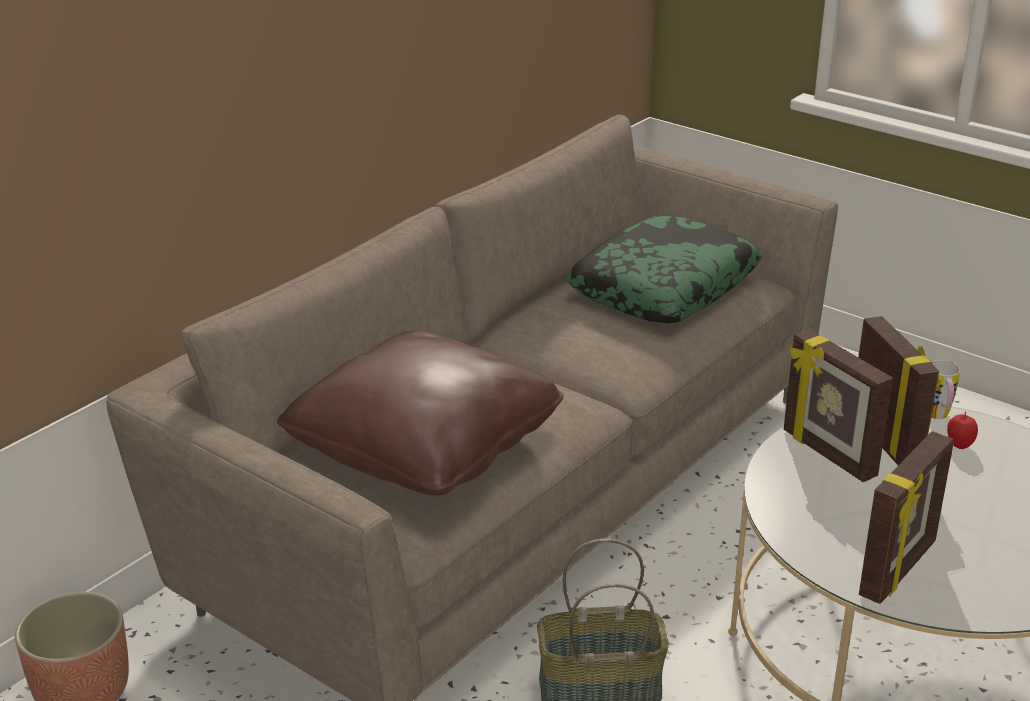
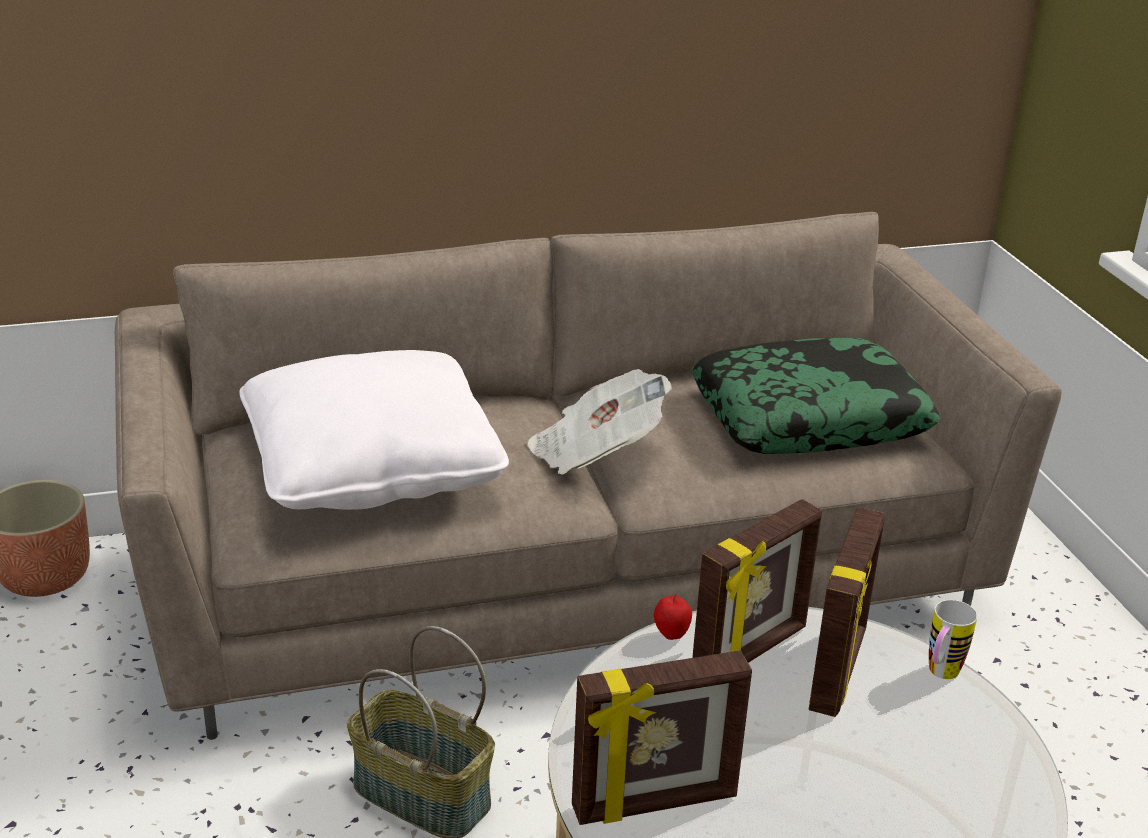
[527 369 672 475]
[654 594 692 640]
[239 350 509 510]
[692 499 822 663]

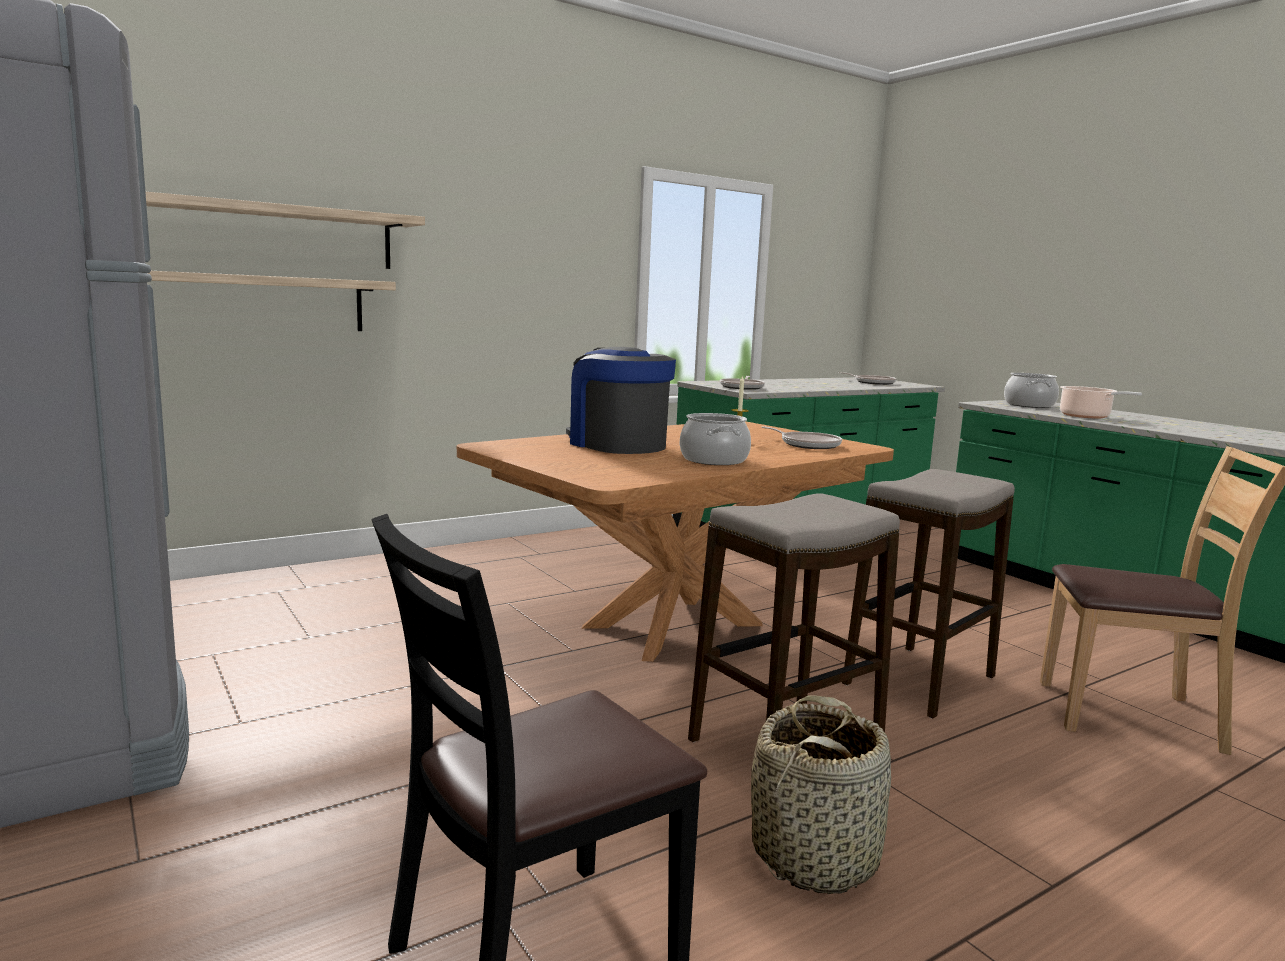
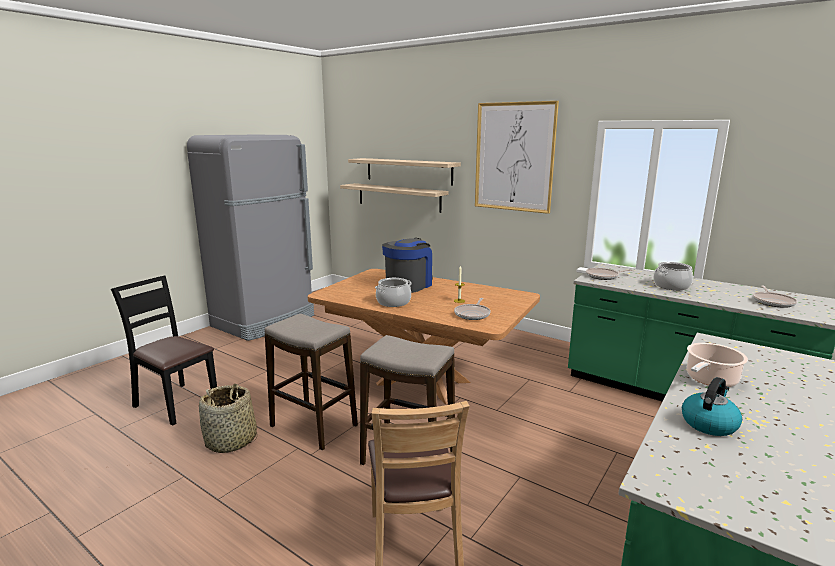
[475 101 559 214]
[682 377 742 436]
[653 262 693 290]

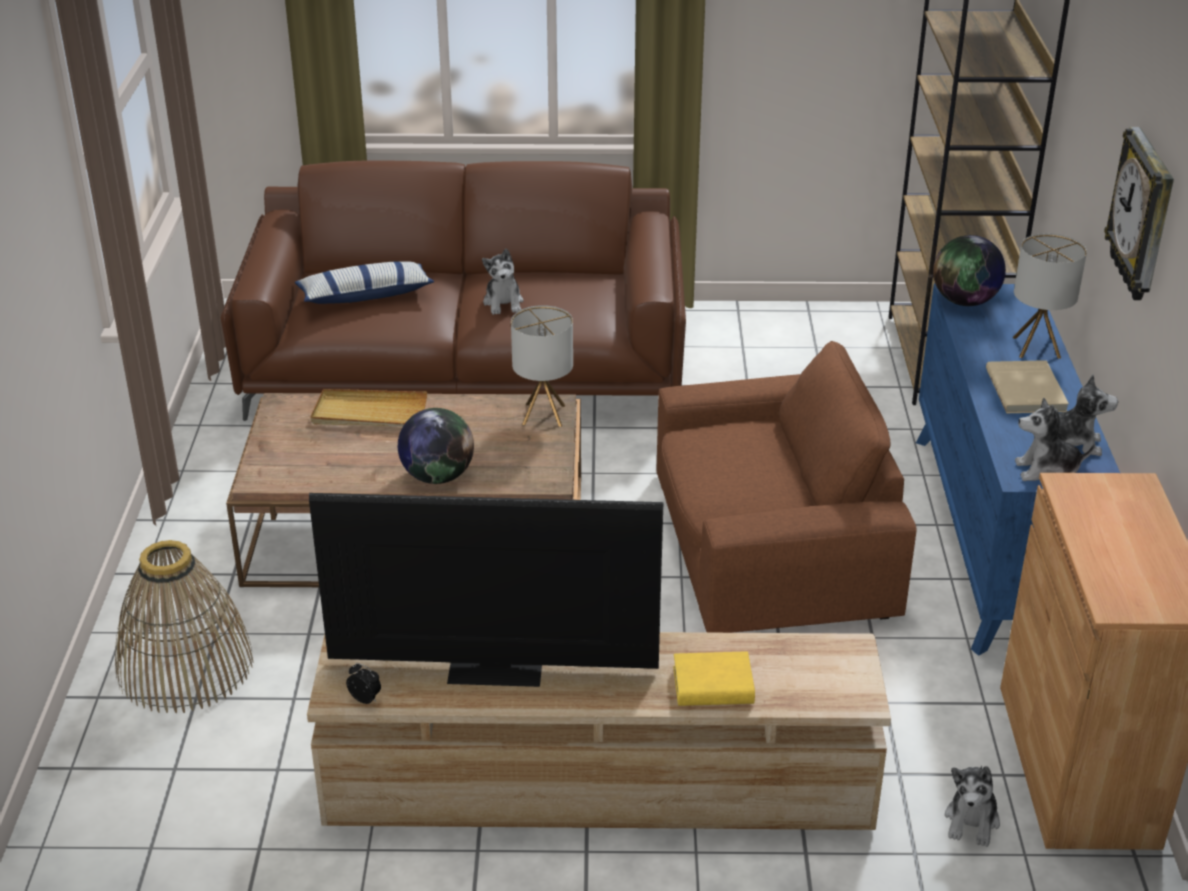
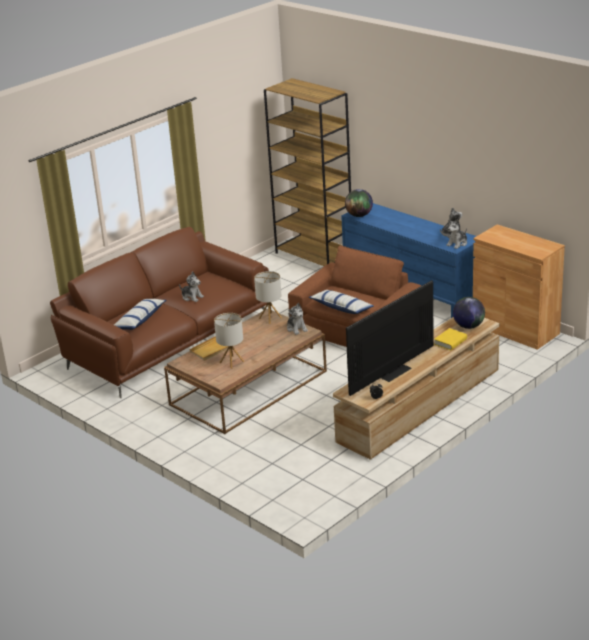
[115 540 254 713] (first image)
[986 360 1069 413] (first image)
[1104 127 1174 300] (first image)
[309 290 374 314]
[453 297 485 329]
[287 303 308 335]
[214 313 245 369]

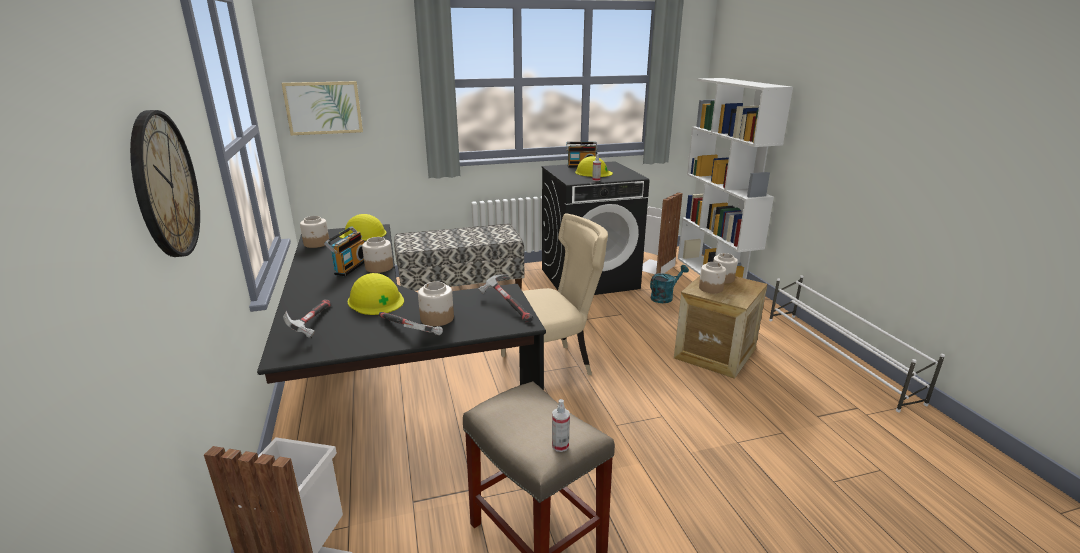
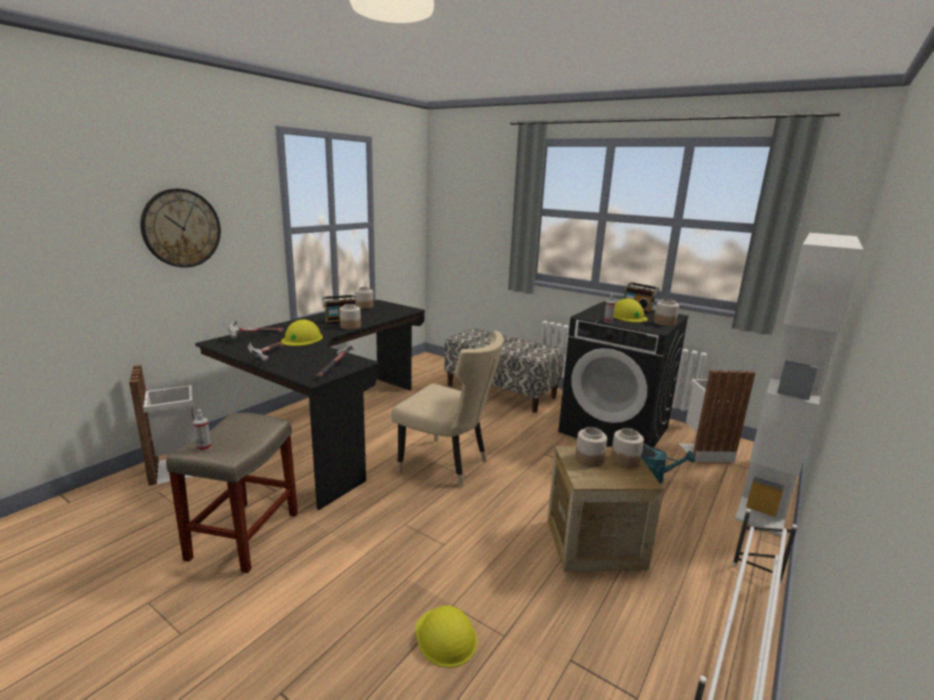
[281 81 363 135] (first image)
[415 605 477 668]
[654 299 679 326]

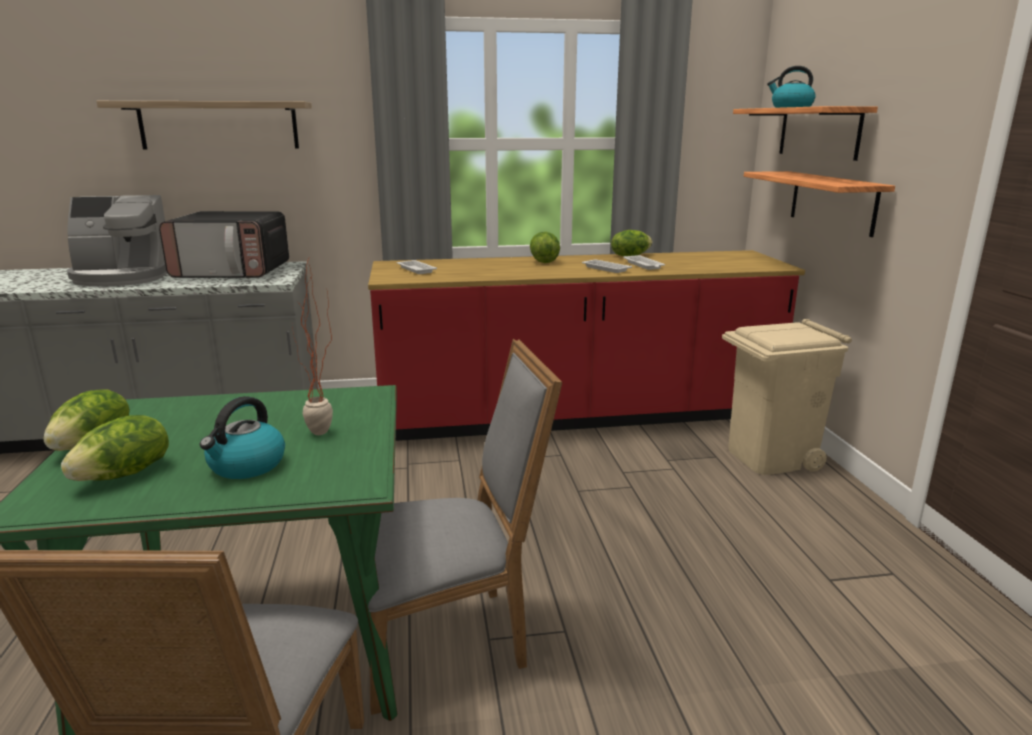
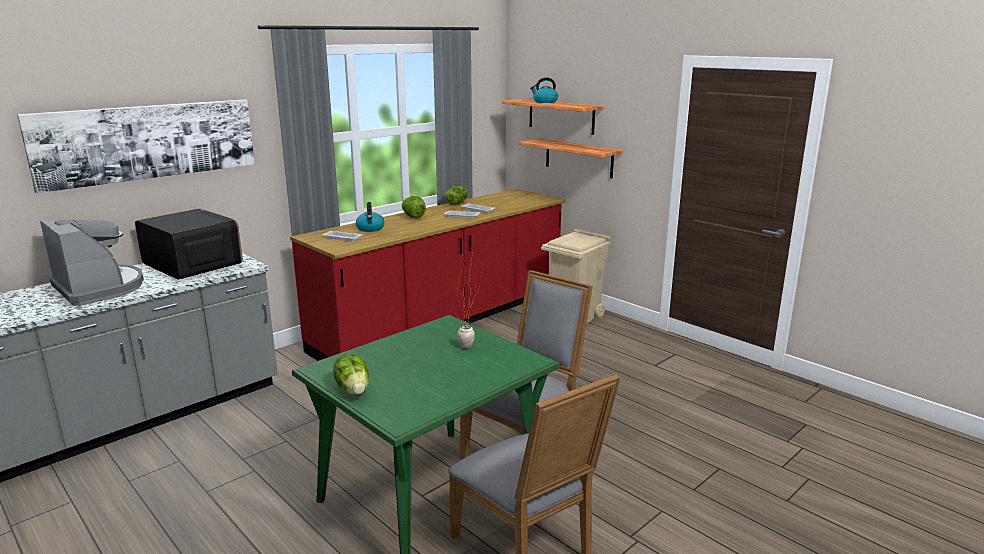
[61 415 169 481] (first image)
[356 202 385 232]
[17 100 255 193]
[40 220 144 306]
[135 208 243 280]

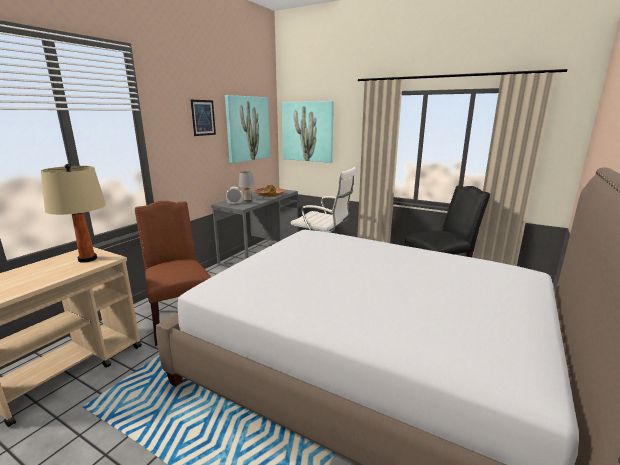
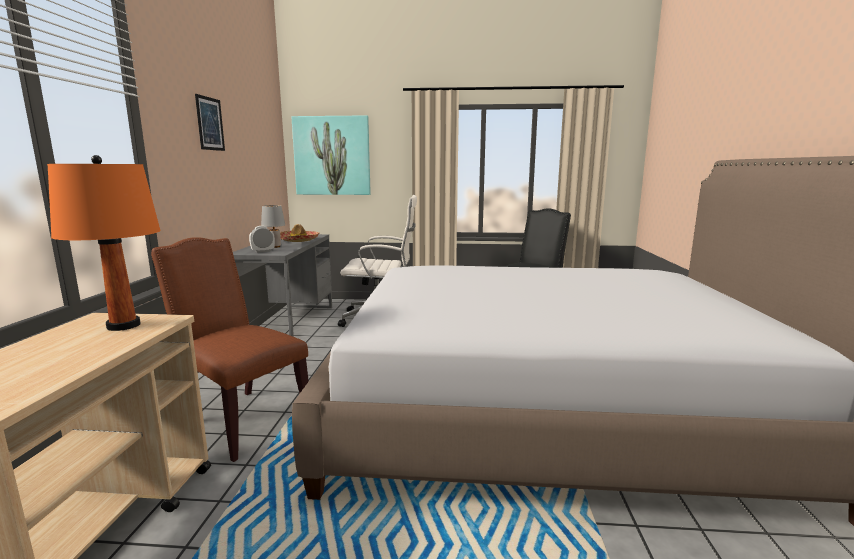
[225 95 270 164] (first image)
[48 155 161 331]

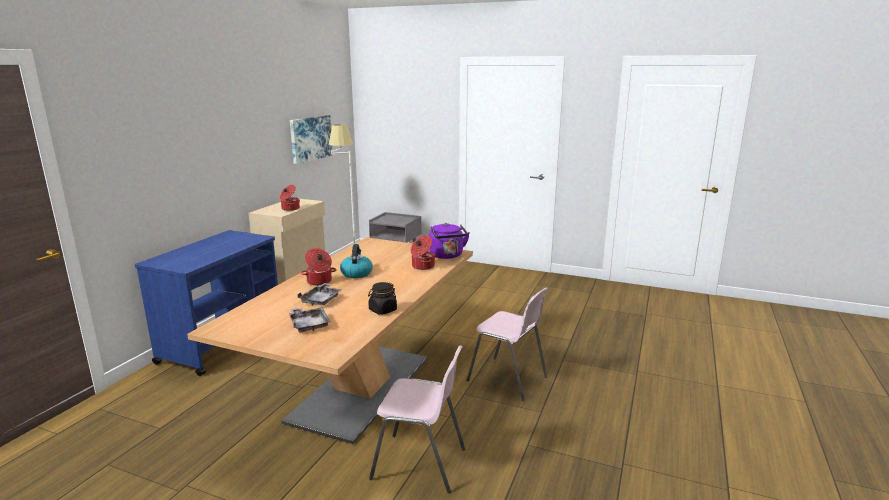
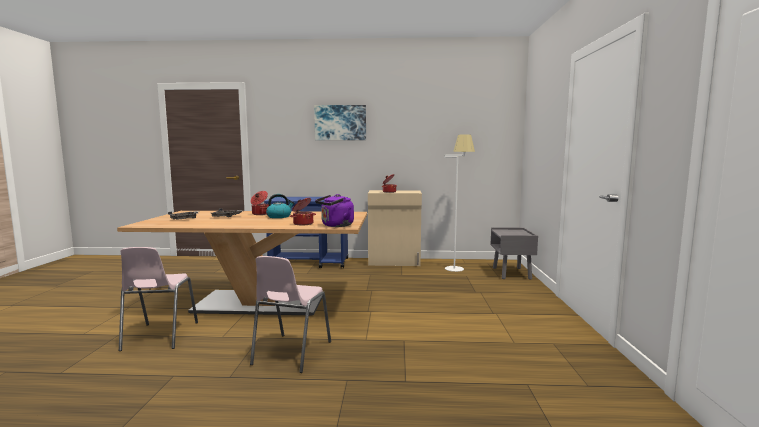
[368 282 397 315] (first image)
[314 105 366 140]

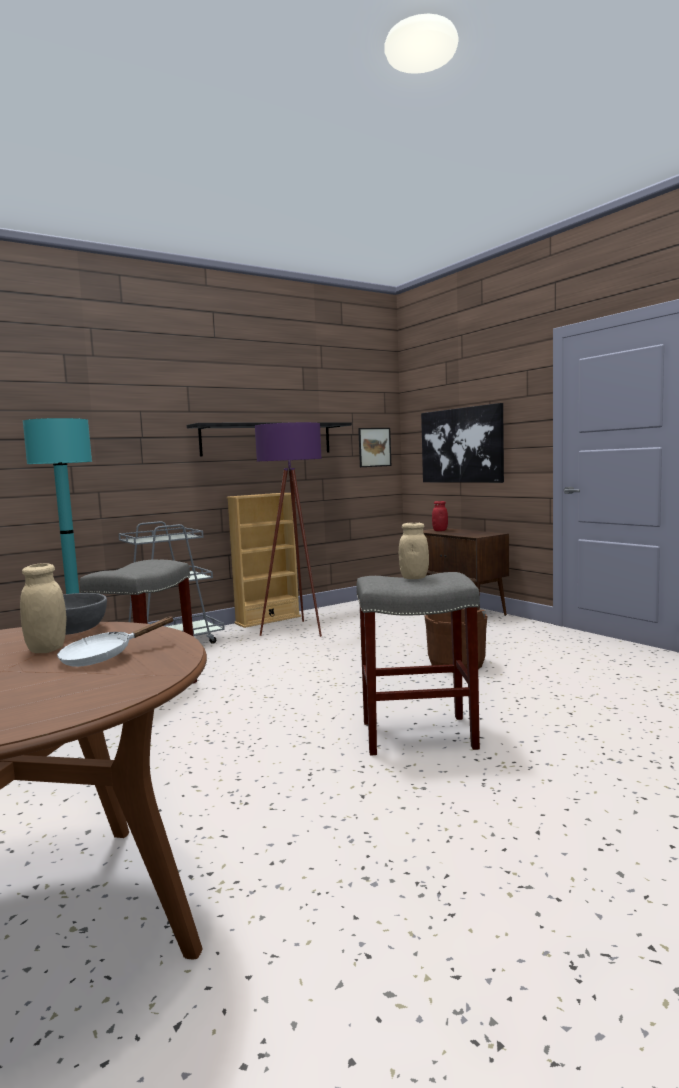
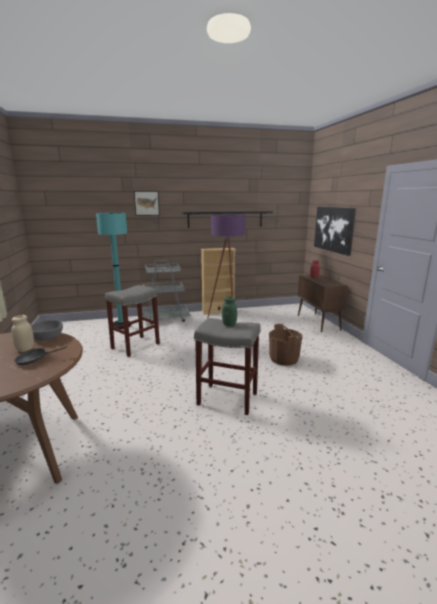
[134 191 160 216]
[14 345 67 365]
[222 297 237 326]

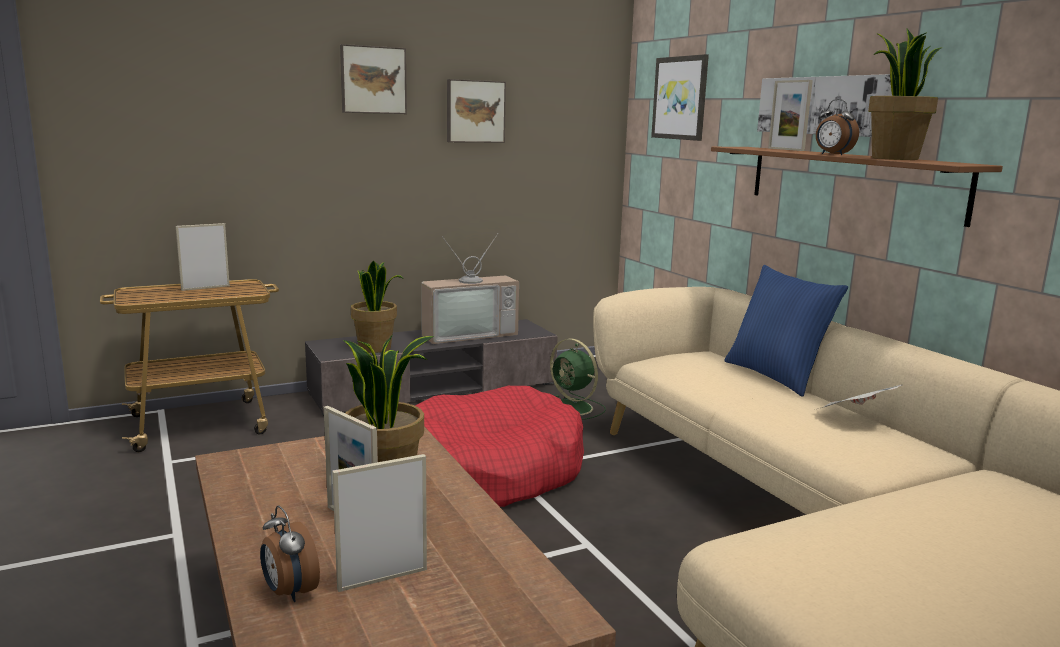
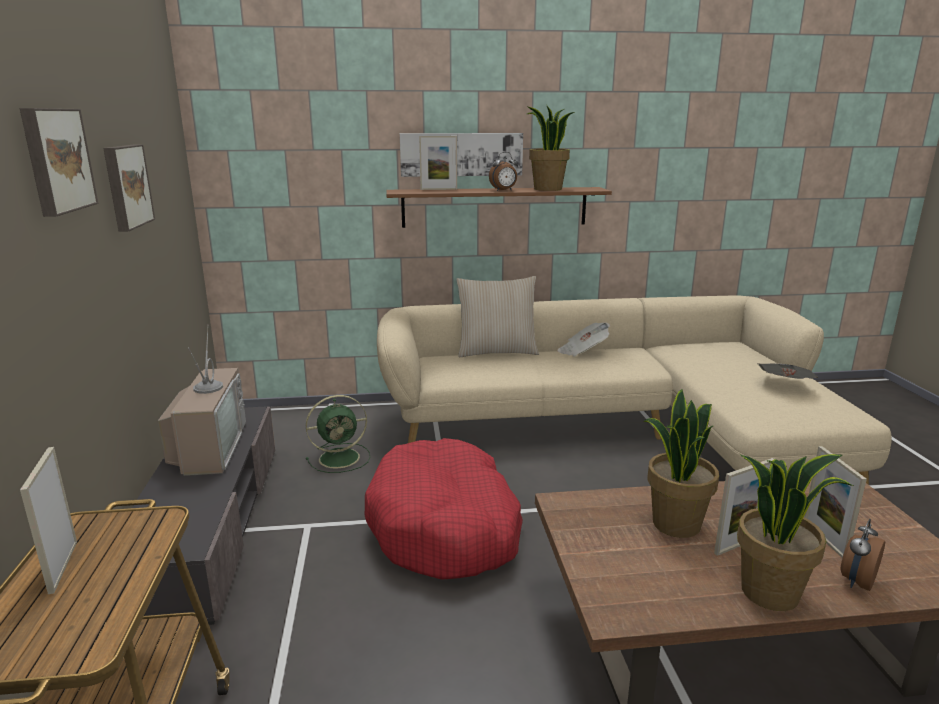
[651 54 709 141] (first image)
[758 364 818 379]
[737 454 854 611]
[456 276 539 357]
[840 519 885 591]

